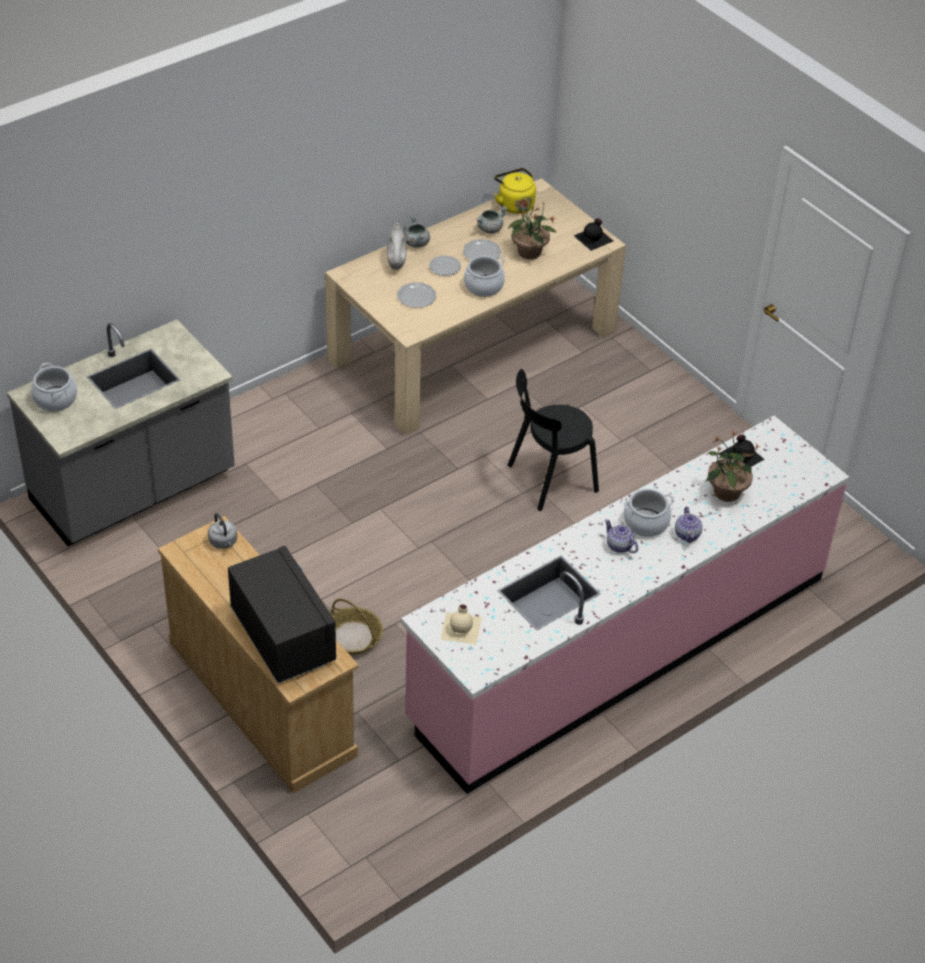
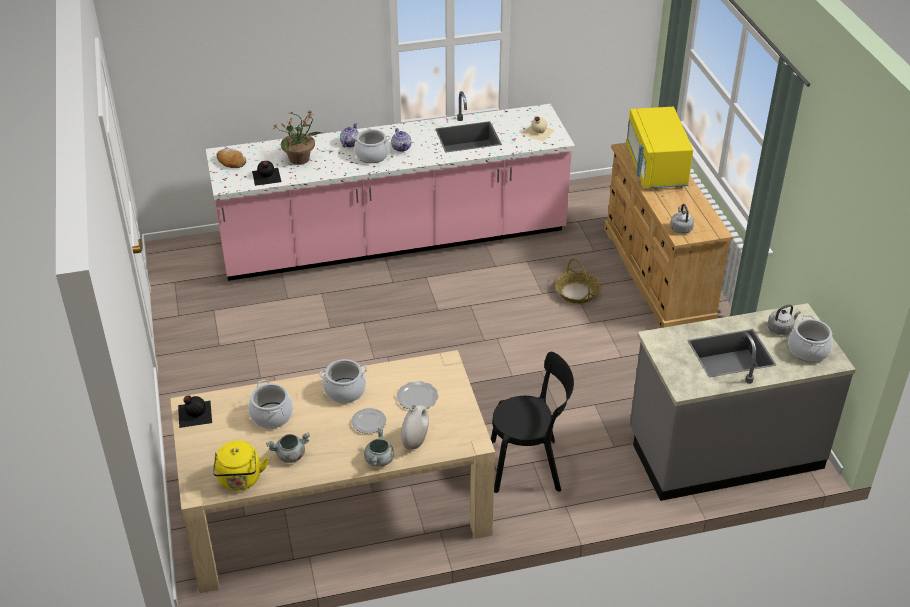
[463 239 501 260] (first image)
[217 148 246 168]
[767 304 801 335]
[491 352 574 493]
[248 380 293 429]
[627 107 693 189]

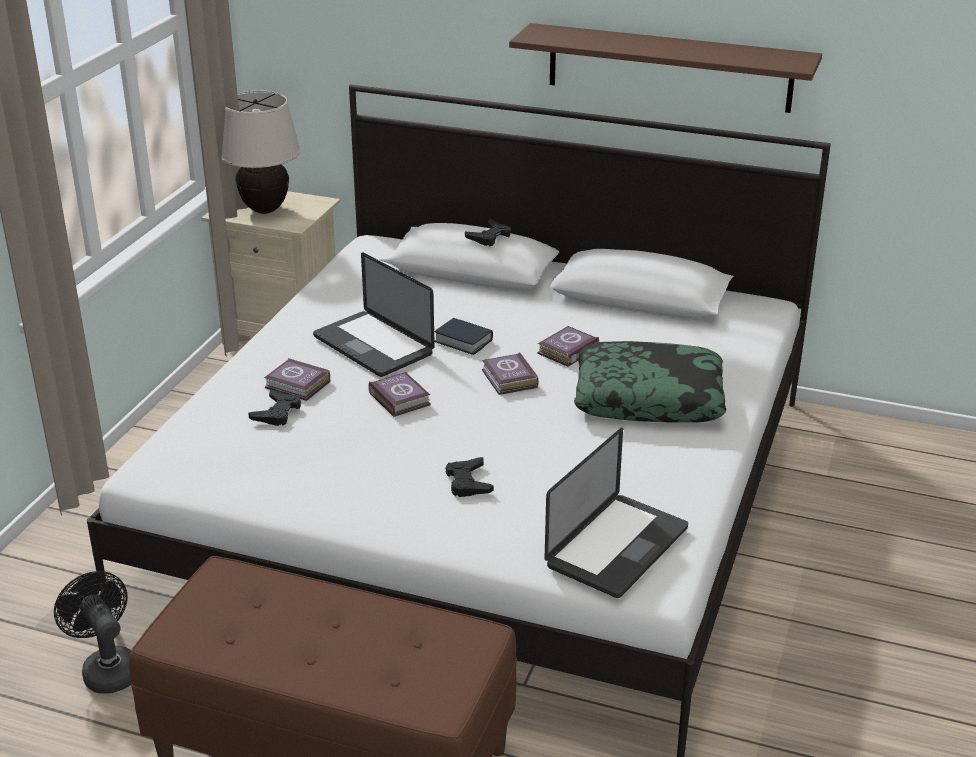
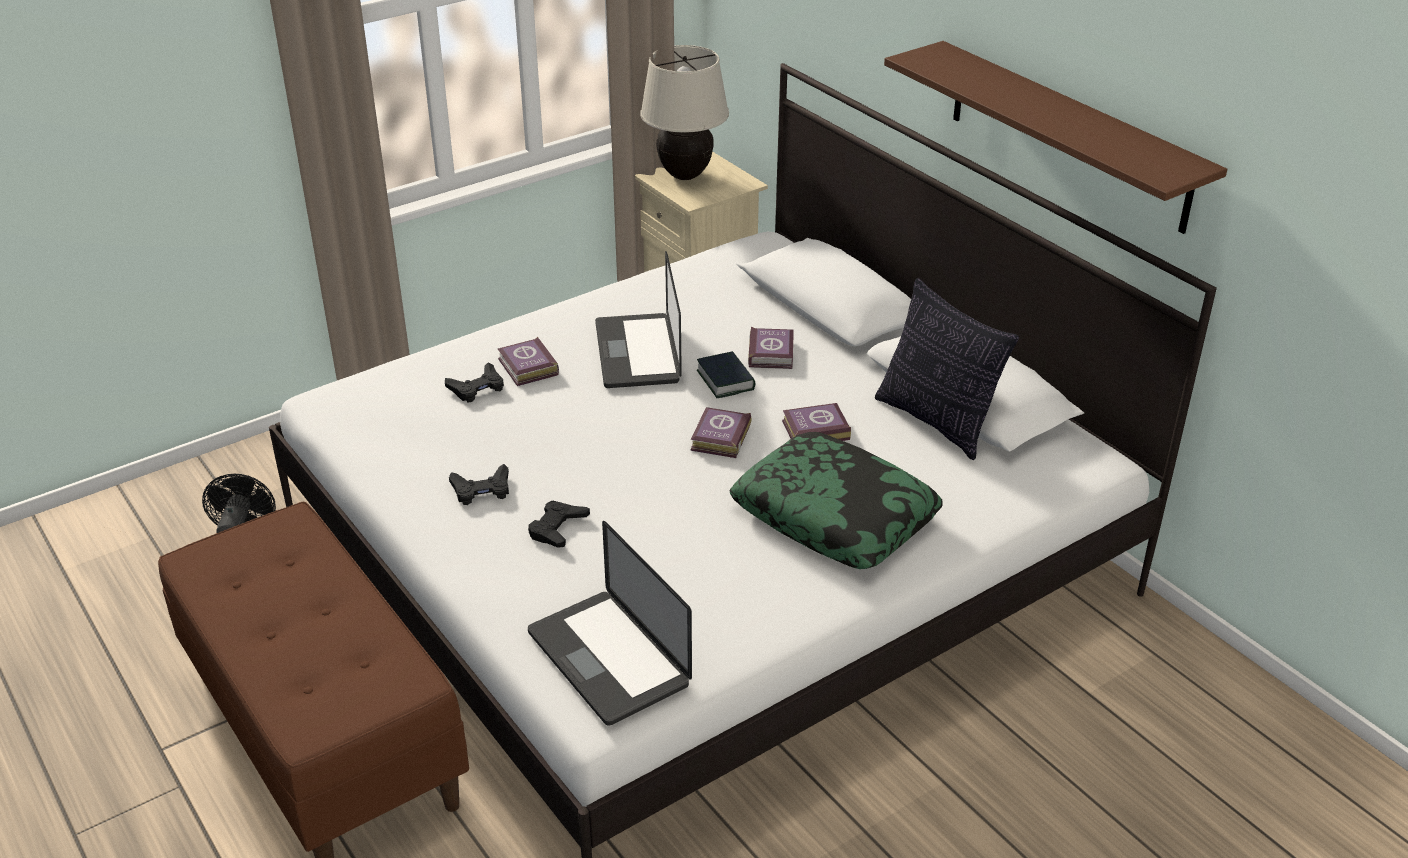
[875 278 1019 460]
[748 327 794 369]
[449 464 509 505]
[528 521 692 726]

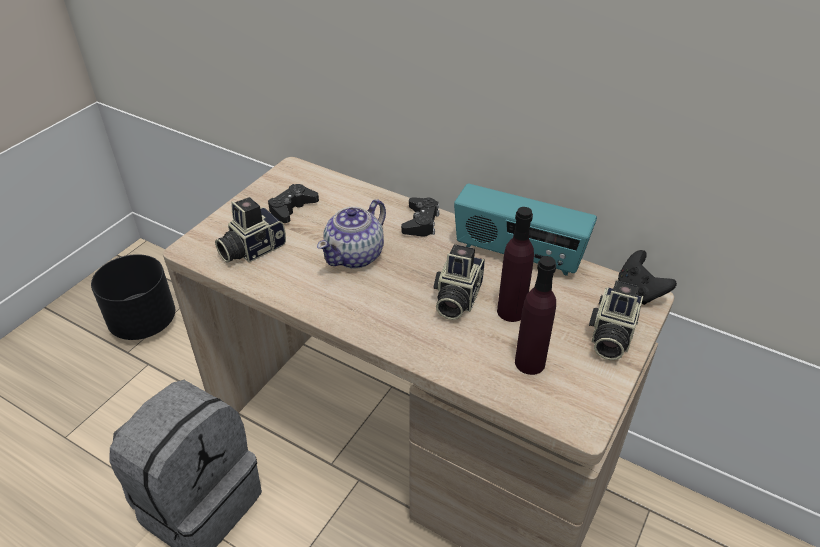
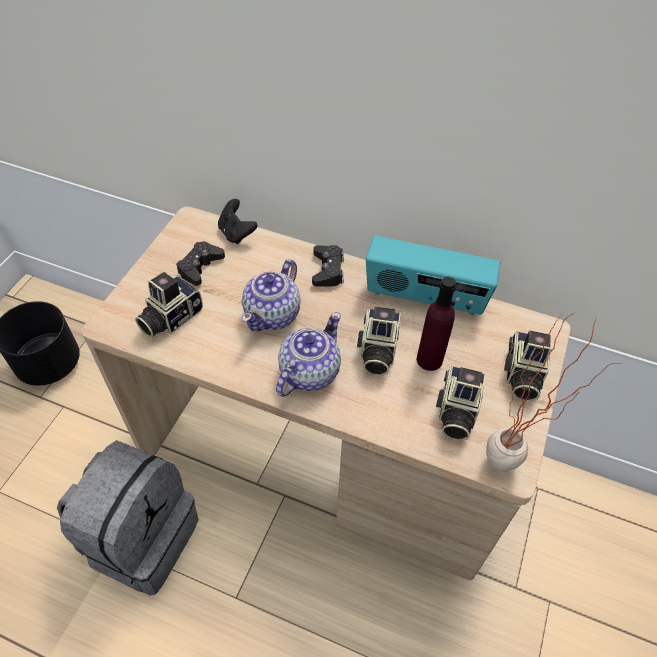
[276 312 341 397]
[486 313 616 472]
[218 199 258 244]
[436 366 486 441]

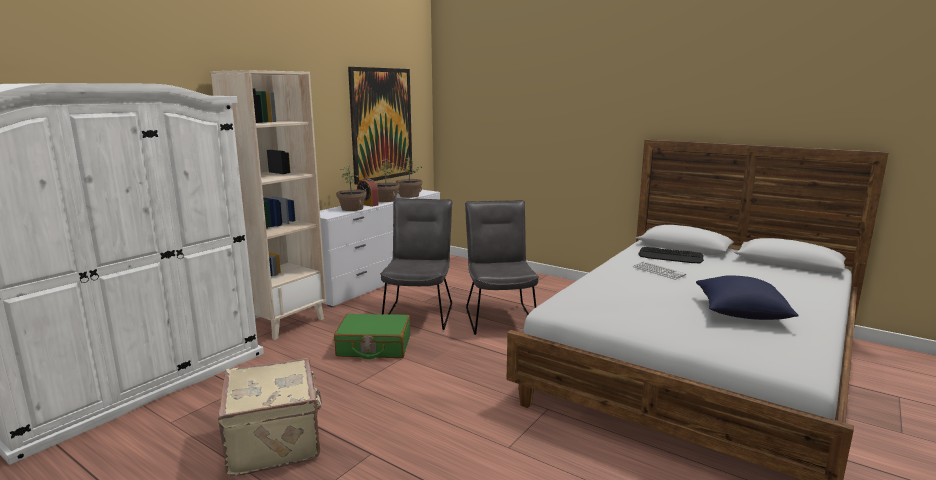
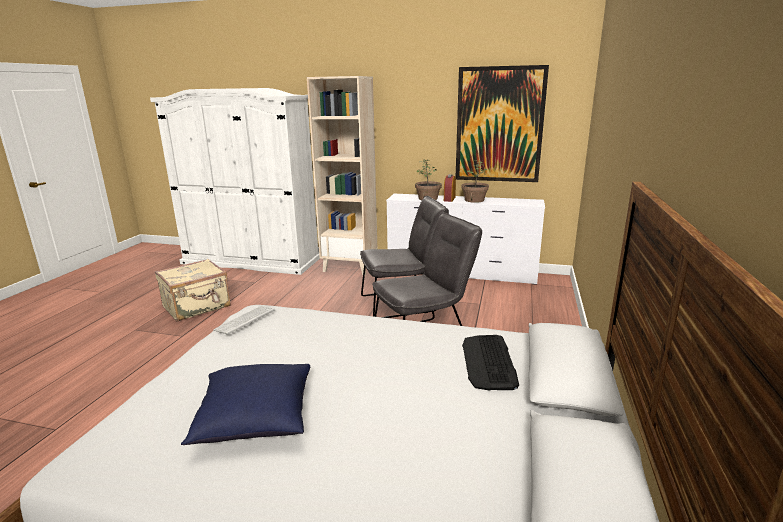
[334 314 410 359] (first image)
[395 157 422 198] (first image)
[213 306 275 335]

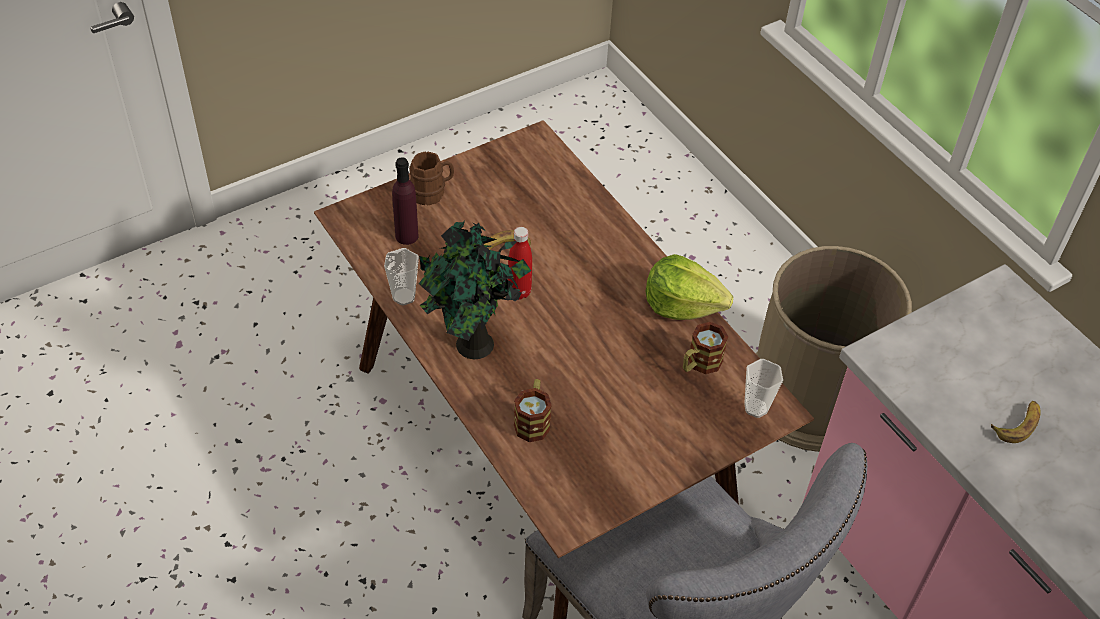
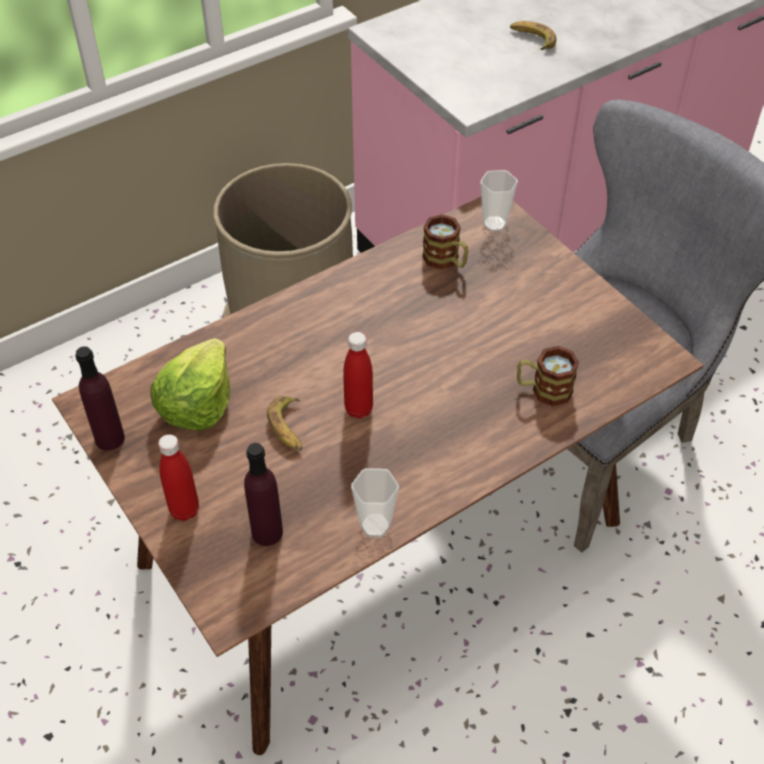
[418 221 531 359] (first image)
[75 346 125 451]
[150 338 230 431]
[158 434 199 521]

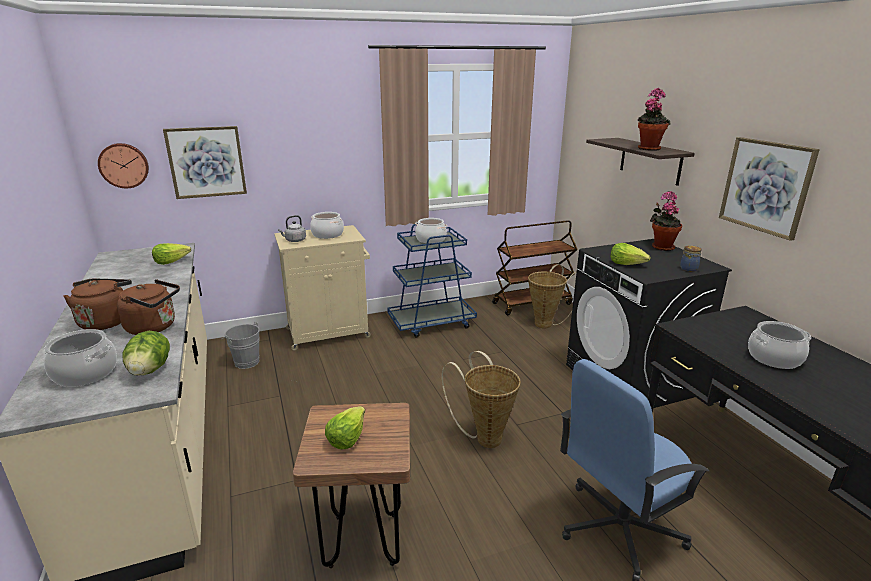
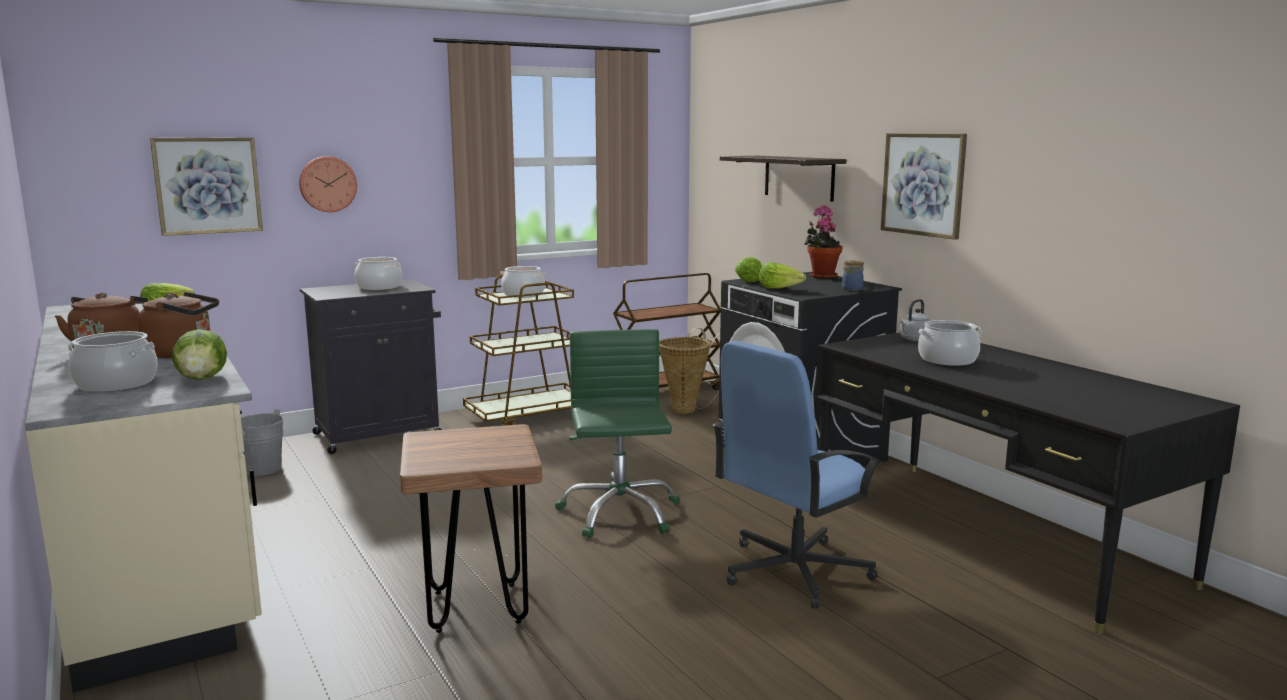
[638 88 670 151] (first image)
[299 156 357 212]
[900 299 931 341]
[735 257 762 282]
[555 329 680 538]
[300 279 442 454]
[463 275 574 425]

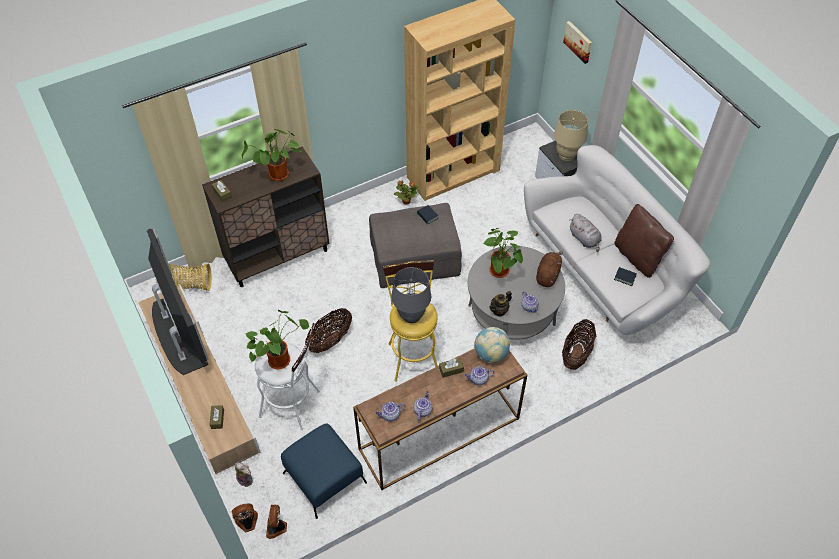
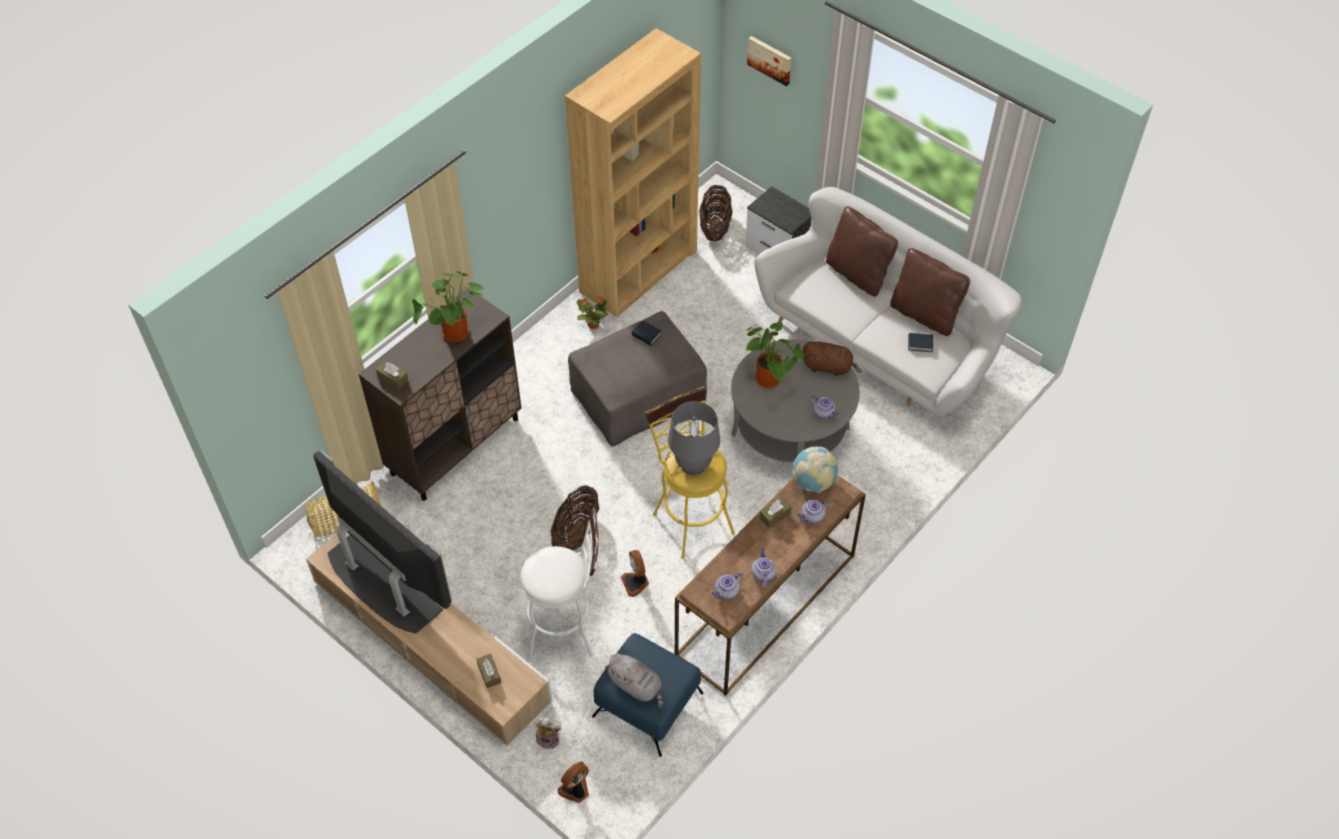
[245 310 309 370] (first image)
[489 291 512 317] (first image)
[554 110 588 161] (first image)
[826 206 898 297]
[621 550 649 597]
[699 185 733 242]
[605 654 663 708]
[803 342 862 376]

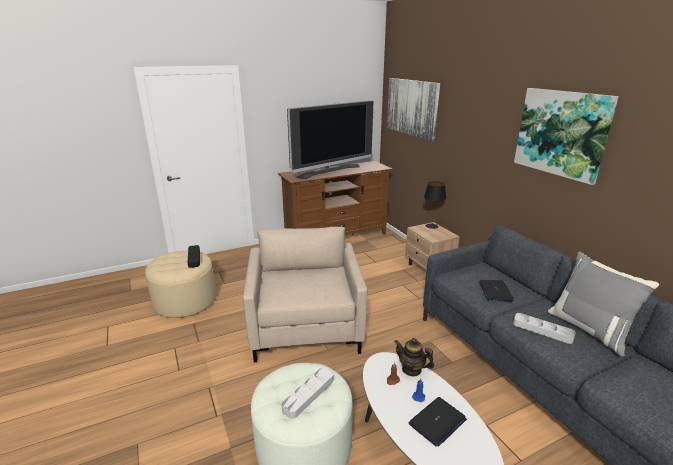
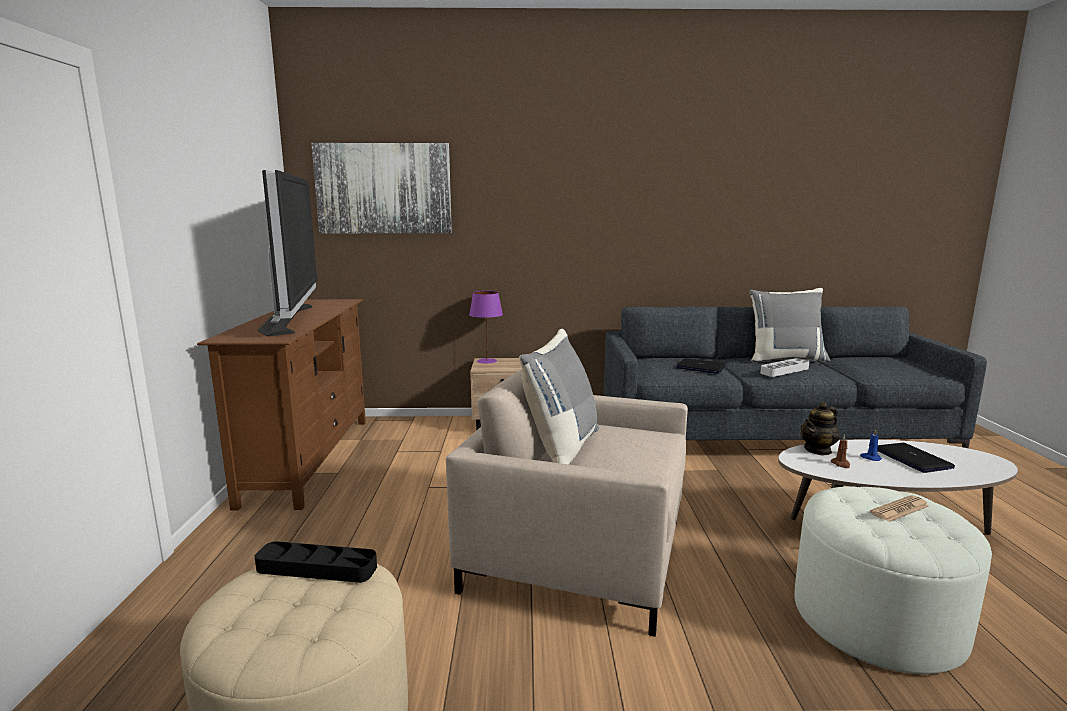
[514 88 619 185] (first image)
[519 329 599 465]
[870 495 929 522]
[469 291 503 364]

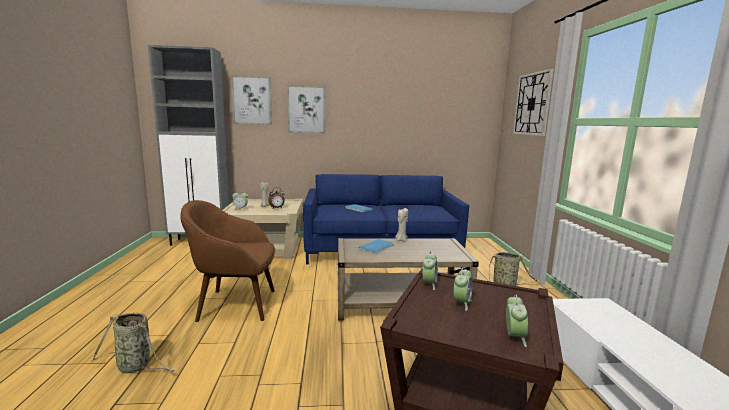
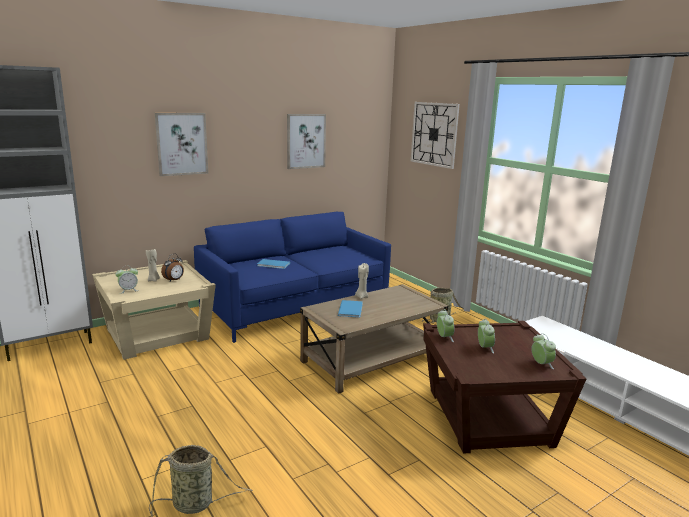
[181 200 275 322] (first image)
[287 114 326 169]

